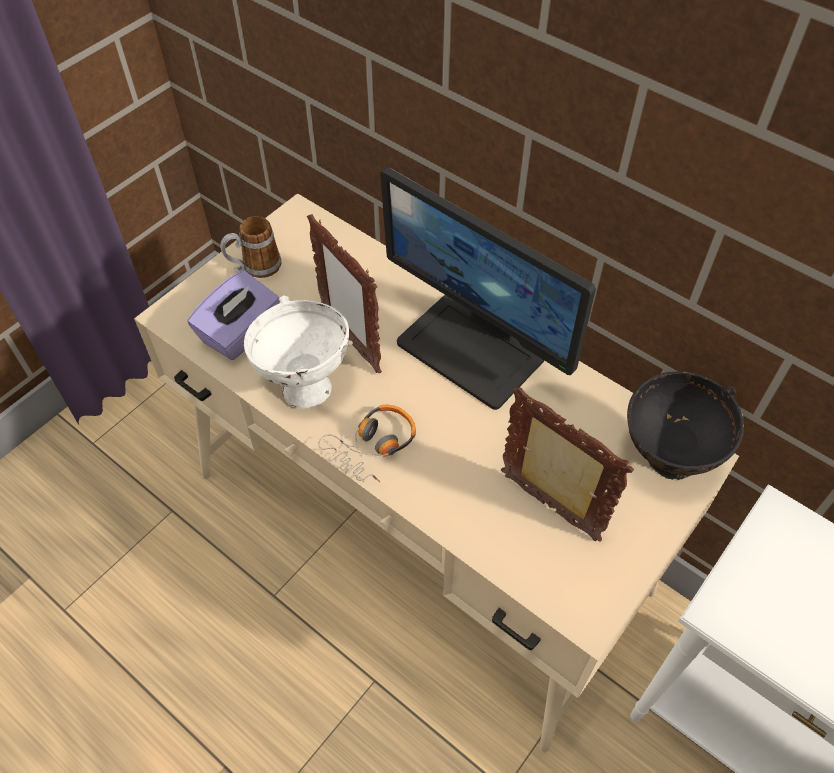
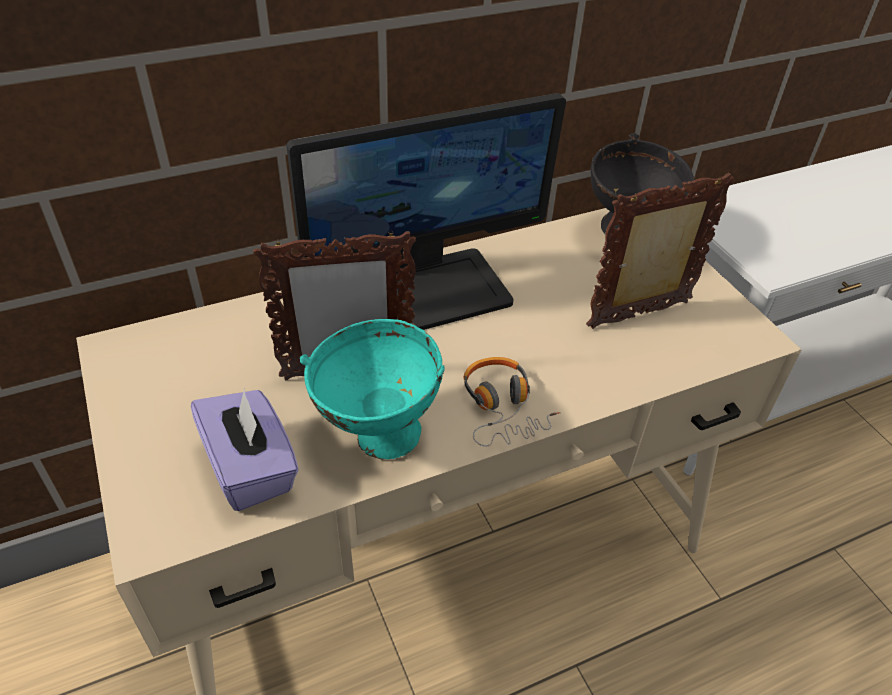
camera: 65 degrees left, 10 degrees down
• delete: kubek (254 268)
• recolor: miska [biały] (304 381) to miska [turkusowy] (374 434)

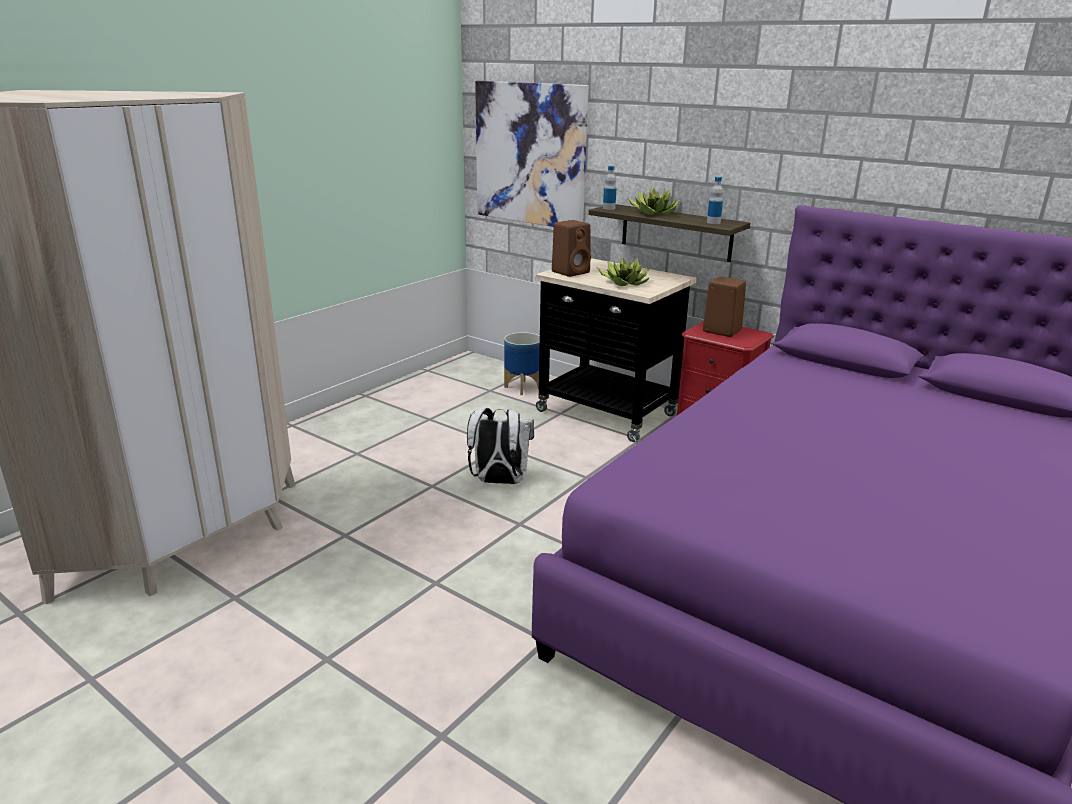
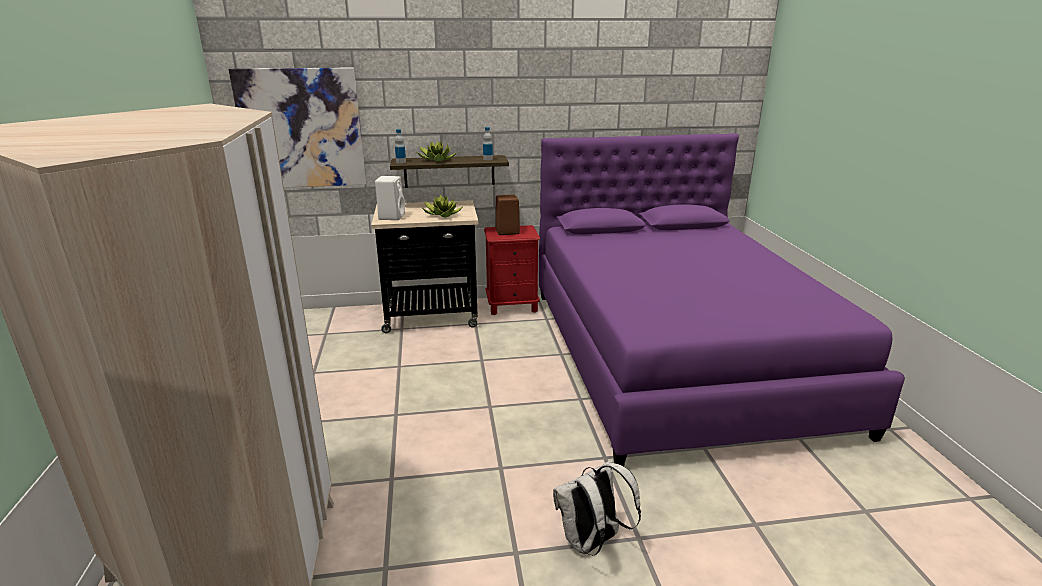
camera: 45 degrees left, 0 degrees up
• recolor: głośnik [brązowy] (571 272) to głośnik [biały] (391 216)
• delete: donica (523 387)
• move: plecak [biały] (499 481) to (592 542)

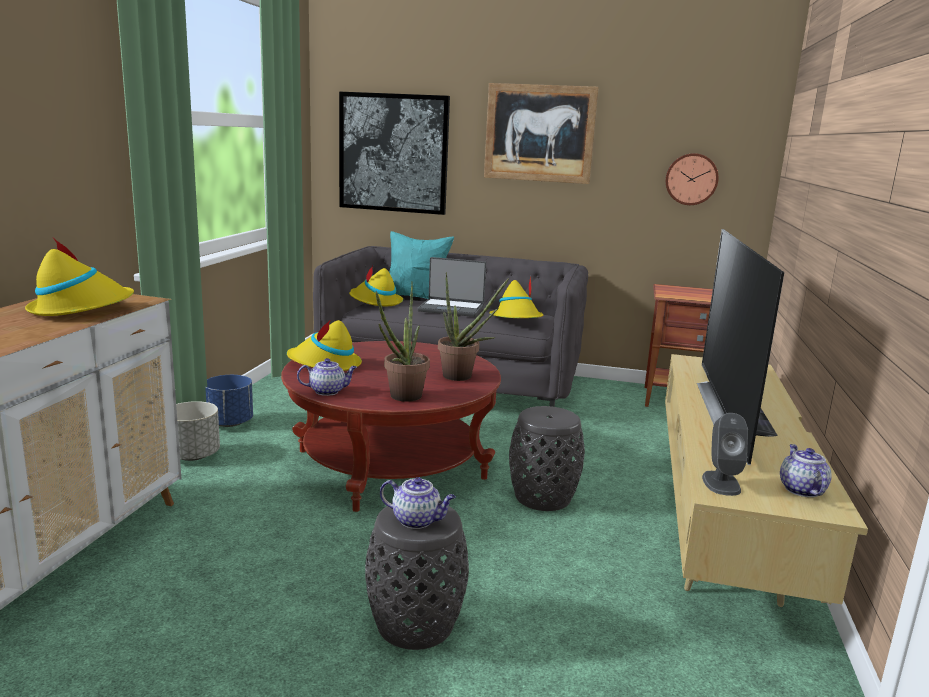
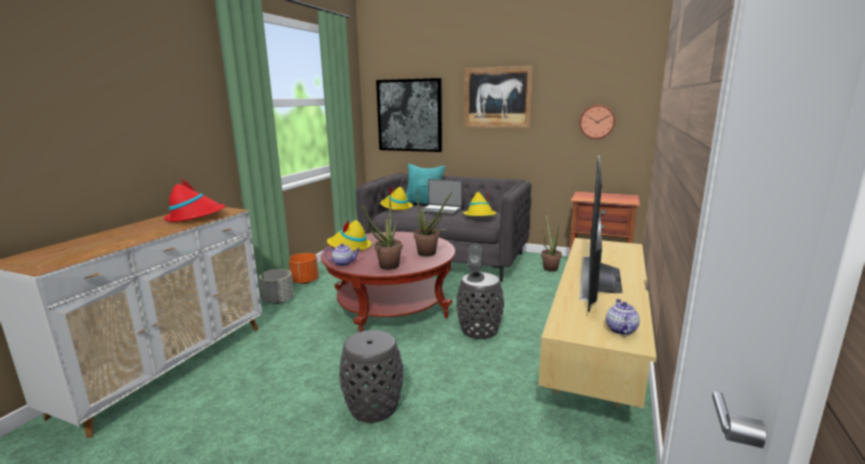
camera: 10 degrees right, 0 degrees up
• recolor: kapelusz [żółty] (81 308) to kapelusz [czerwony] (195 217)
• recolor: donica [niebieski] (230 423) to donica [pomarańczowy] (305 281)
• move: głośnik [szary] (721 483) to (475 277)
• delete: imbryk (417 520)
• insert: roślina doniczkowa (549 267)

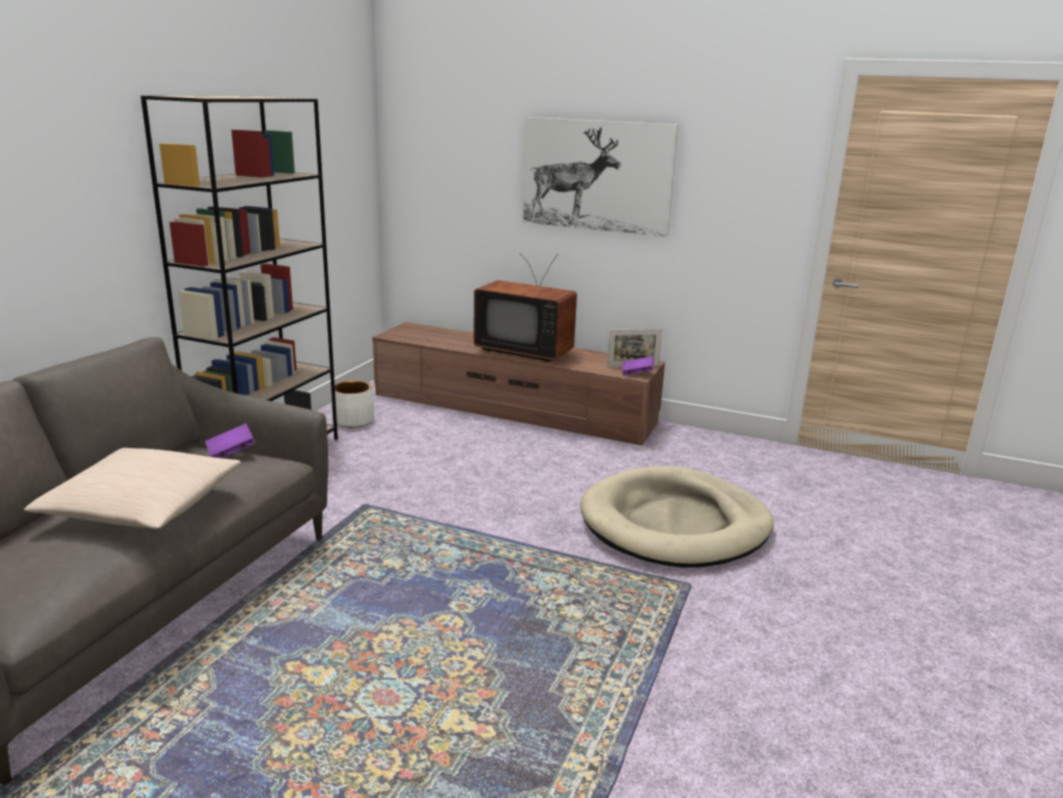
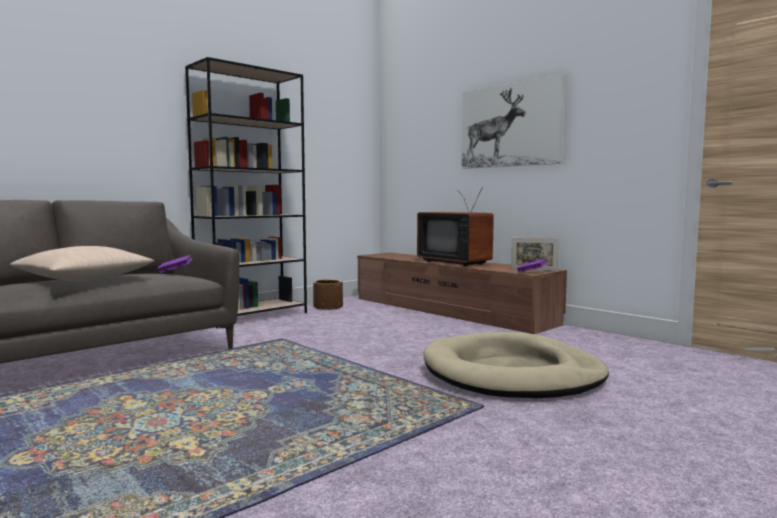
camera: 25 degrees right, 15 degrees down
• recolor: donica [biały] (353 420) to donica [brązowy] (328 307)

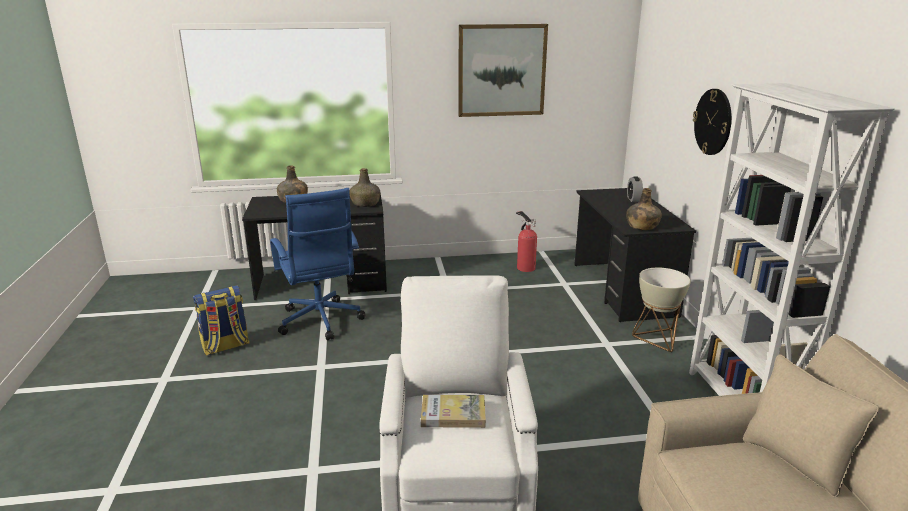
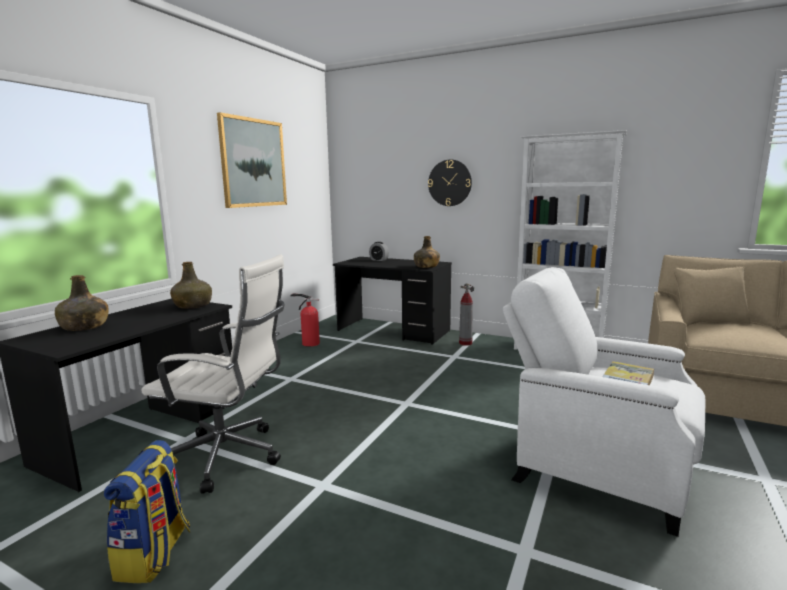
camera: 55 degrees left, 10 degrees down
• recolor: krzesło biurowe [niebieski] (321 322) to krzesło biurowe [biały] (229 457)
• replace: donica (656 338) to gaśnica (465 343)

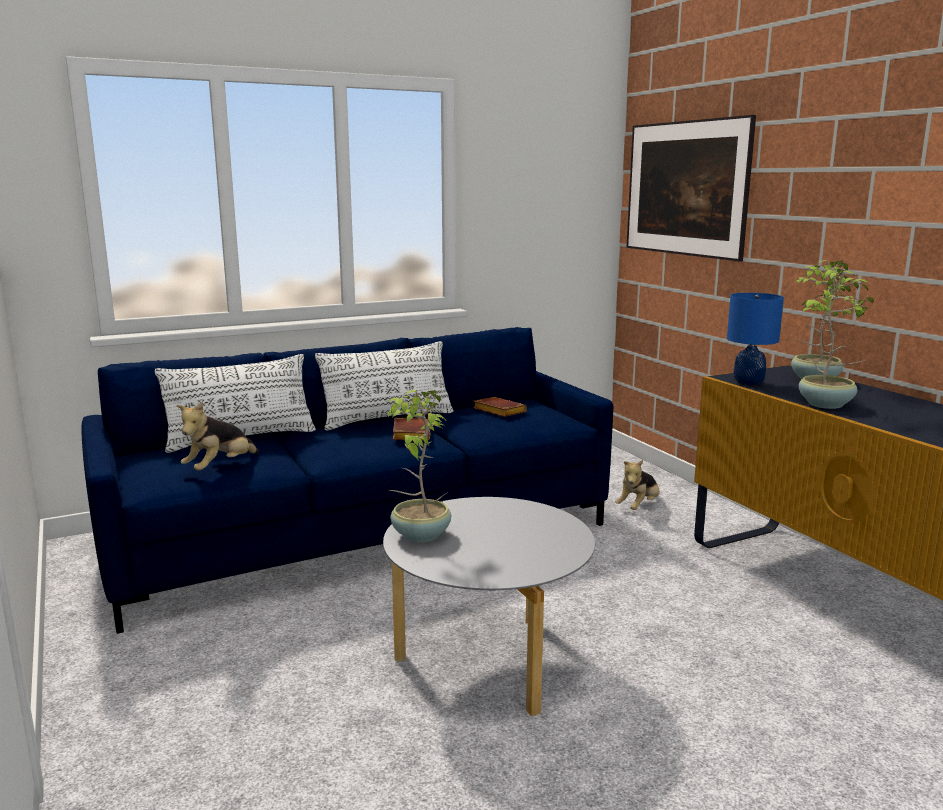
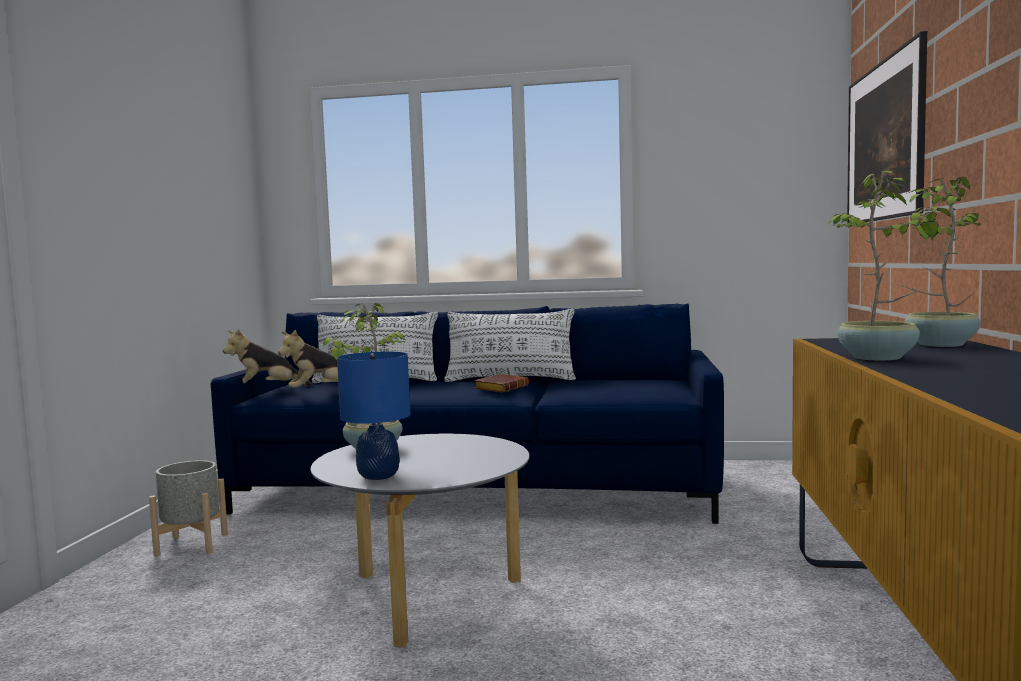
camera: 35 degrees right, 10 degrees down
• move: lampa stołowa [niebieski] (749 383) to (380 477)
• delete: książka [brązowy] (497 411)
• move: pluszak (638 507) to (267 389)
• insert: donica [szary] (191 544)

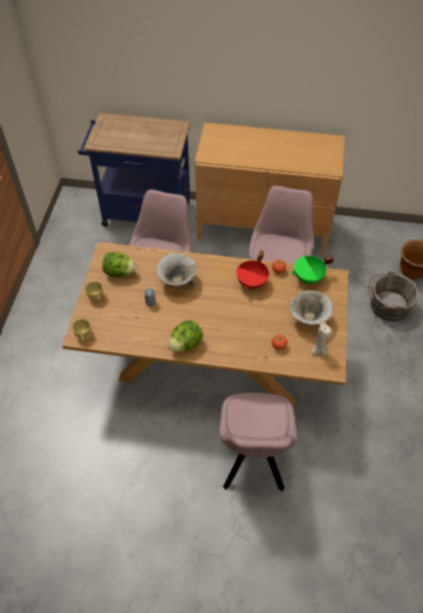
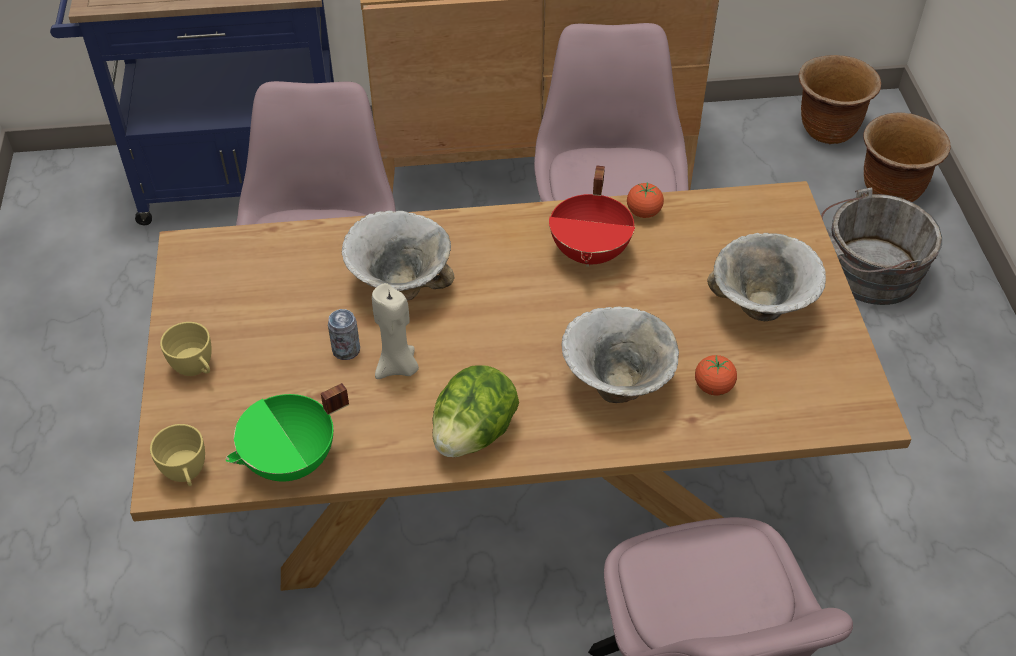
camera: 15 degrees left, 5 degrees down
• delete: sałata (119 272)
• move: garnek [zielony] (308 278) to (292 462)
• move: świeca [beżowy] (319 351) to (398 367)
• insert: donica [brązowy] (827 130)
• insert: miska (617 384)

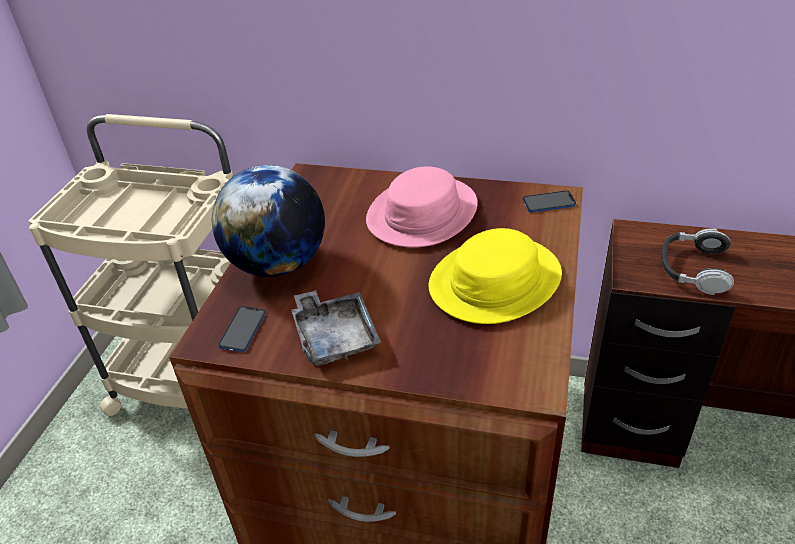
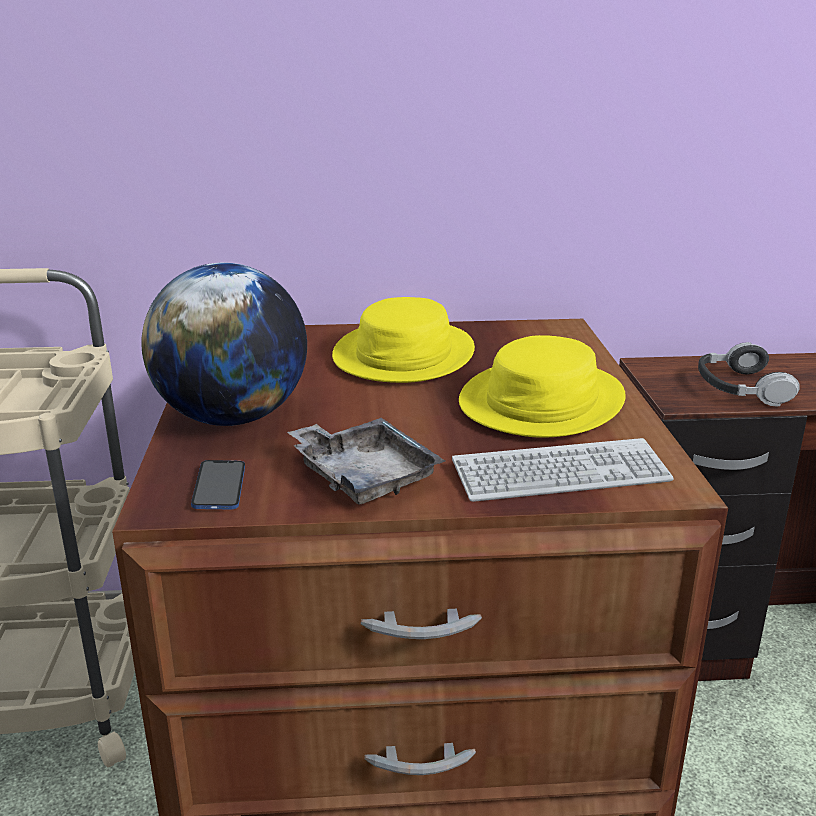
camera: 20 degrees left, 15 degrees down
• recolor: kapelusz [różowy] (422 213) to kapelusz [żółty] (404 354)
• delete: telefon (548 203)
• insert: klawiatura (560 473)

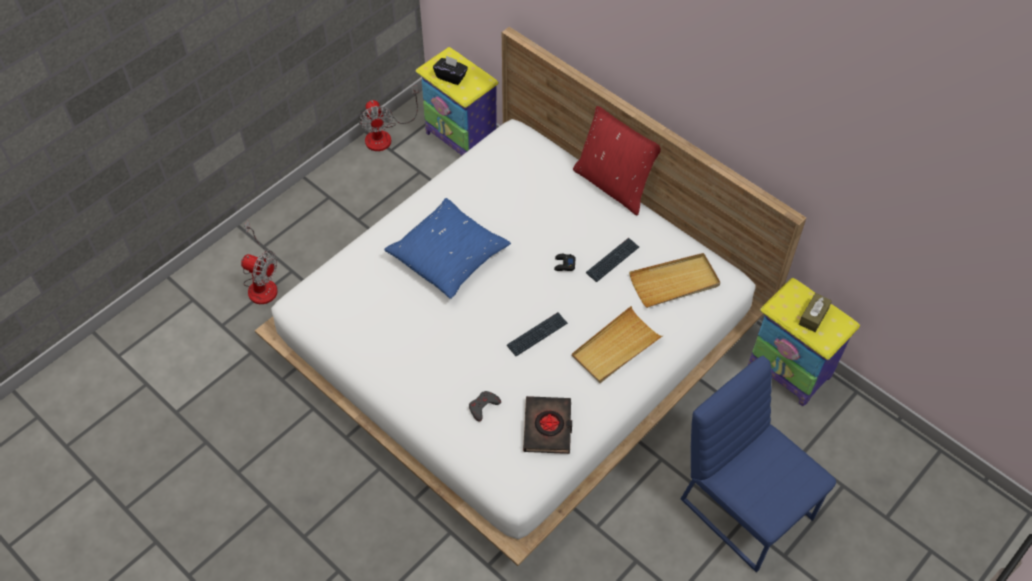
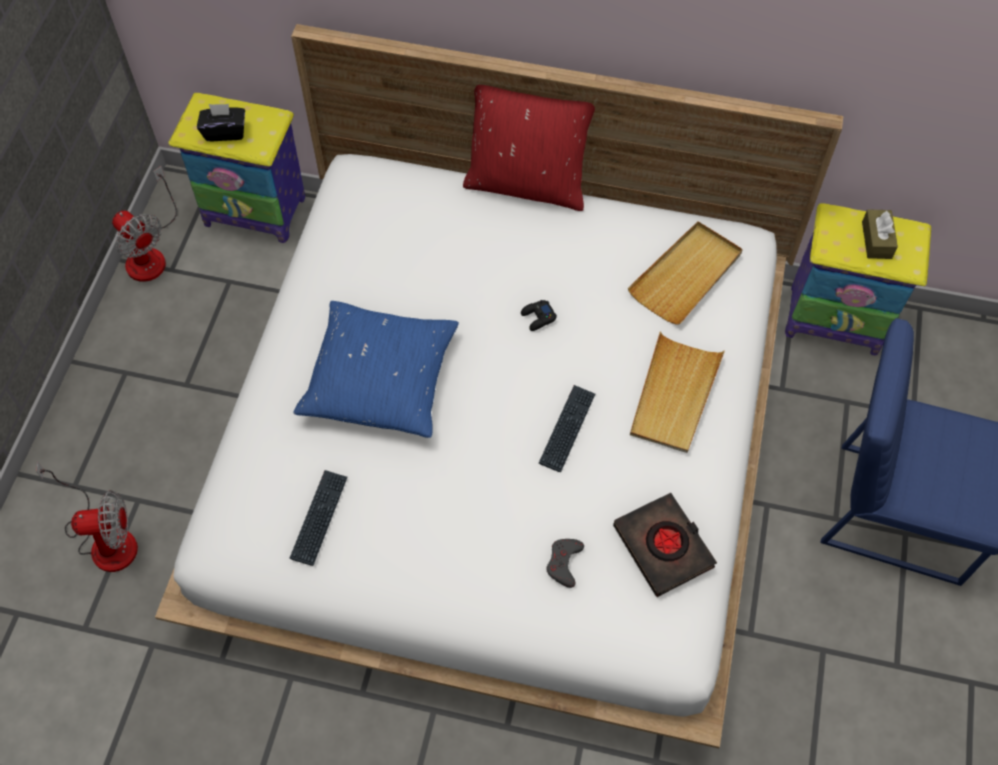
camera: 30 degrees left, 5 degrees up
• move: klawiatura (612 260) to (319 518)

